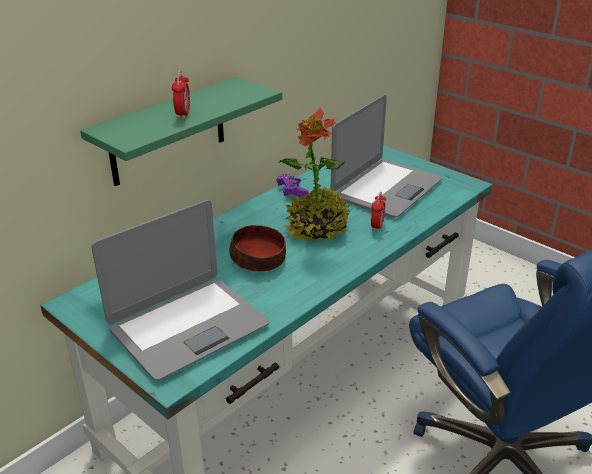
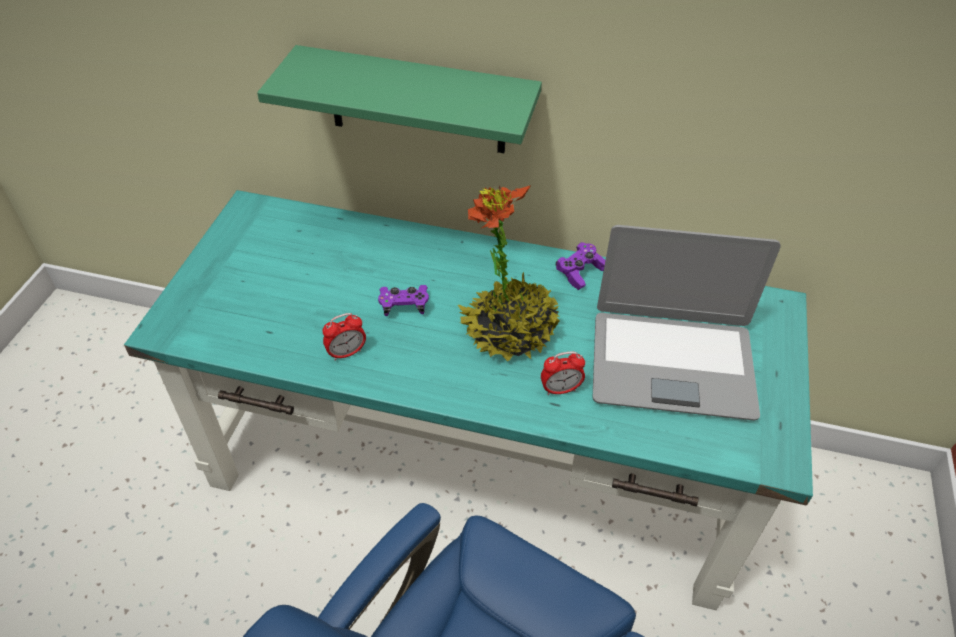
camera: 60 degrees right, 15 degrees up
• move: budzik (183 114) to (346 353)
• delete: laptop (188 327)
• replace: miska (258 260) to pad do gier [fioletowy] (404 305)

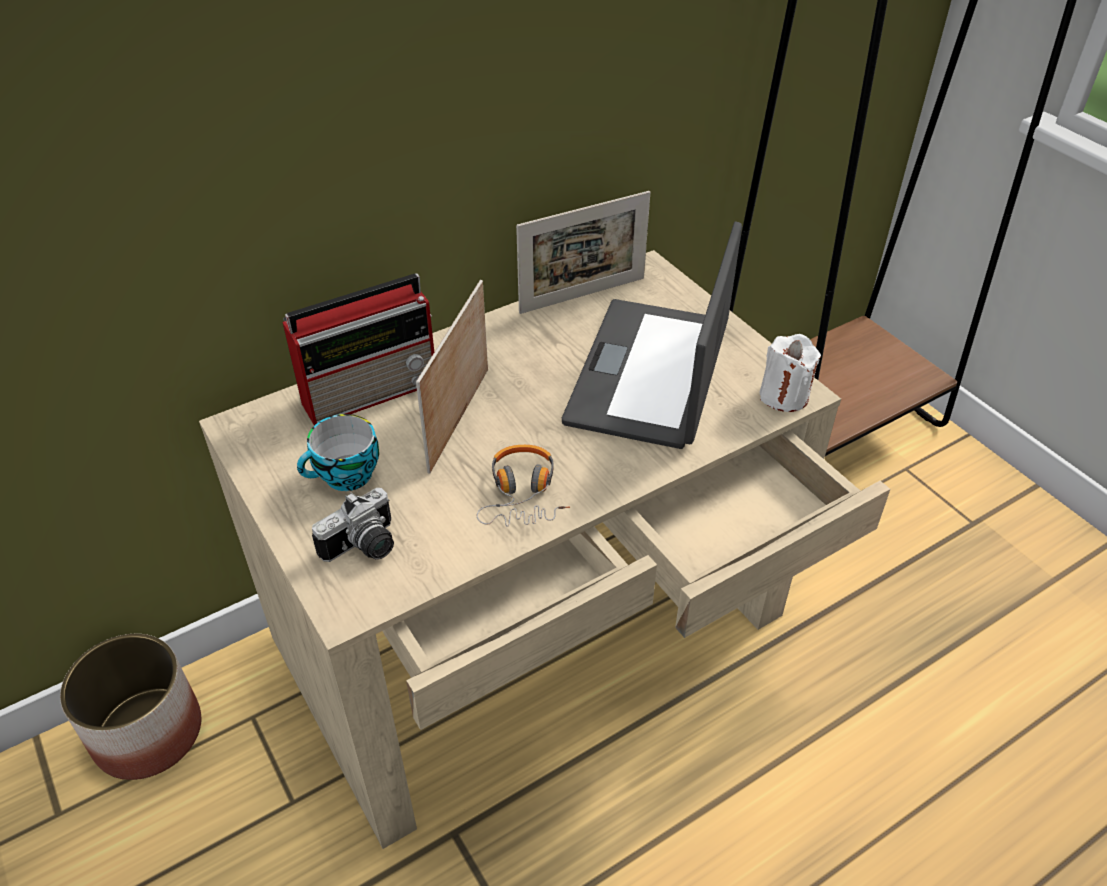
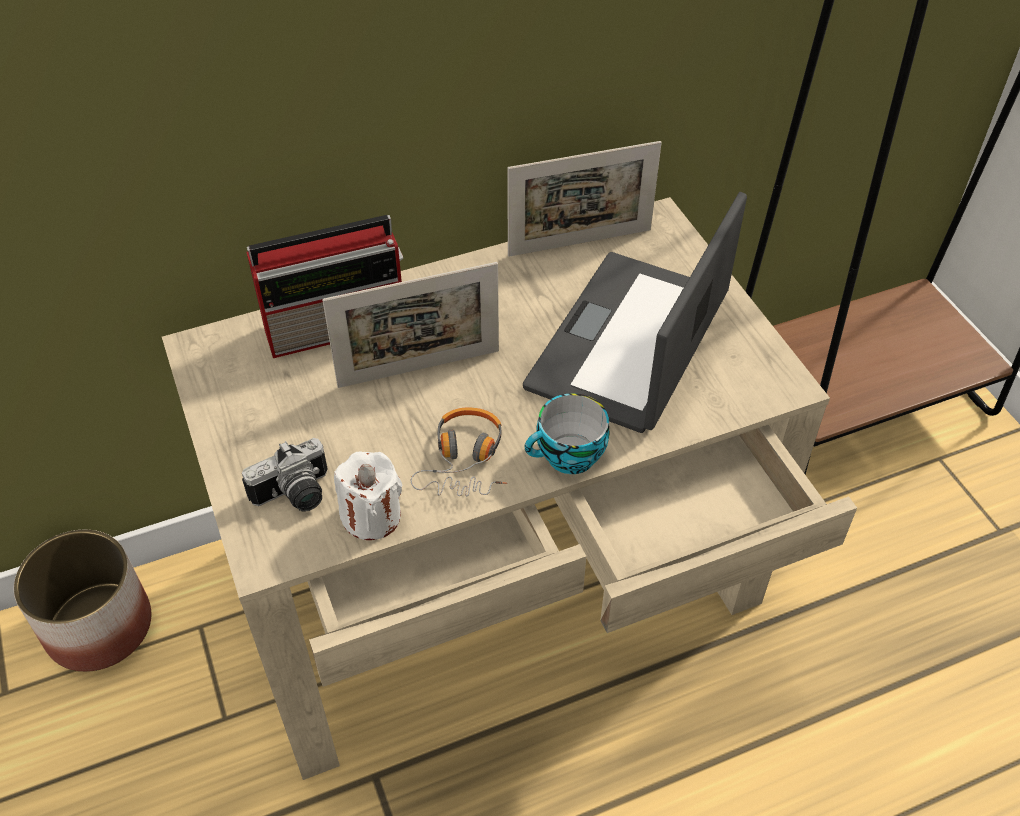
camera: 10 degrees right, 5 degrees up
• rotate: ramka na zdjęcie (459 419) = (419 368) 135 degrees counterclockwise
• move: świeca [biały] (784 396) to (371 516)
• move: filiżanka (346 477) to (568 458)

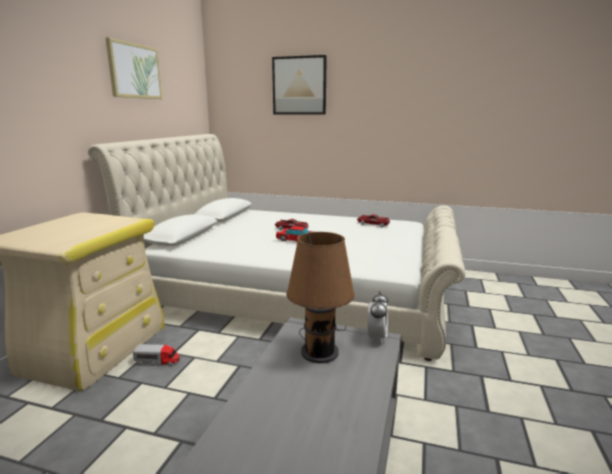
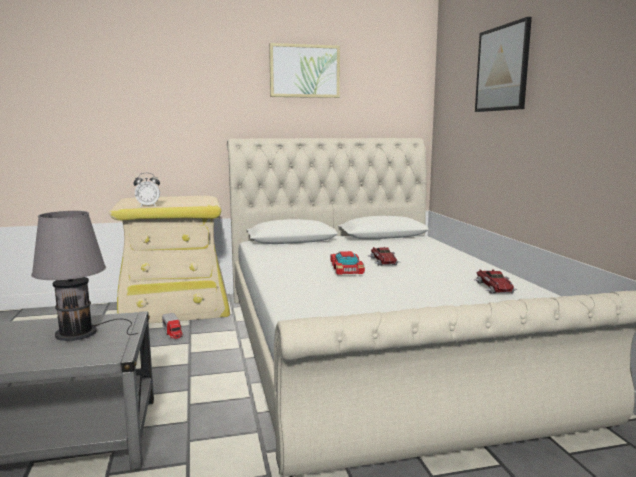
camera: 60 degrees right, 5 degrees down
• recolor: lampa stołowa [brązowy] (319 350) to lampa stołowa [szary] (81 332)
• move: budzik (376 337) to (148 206)

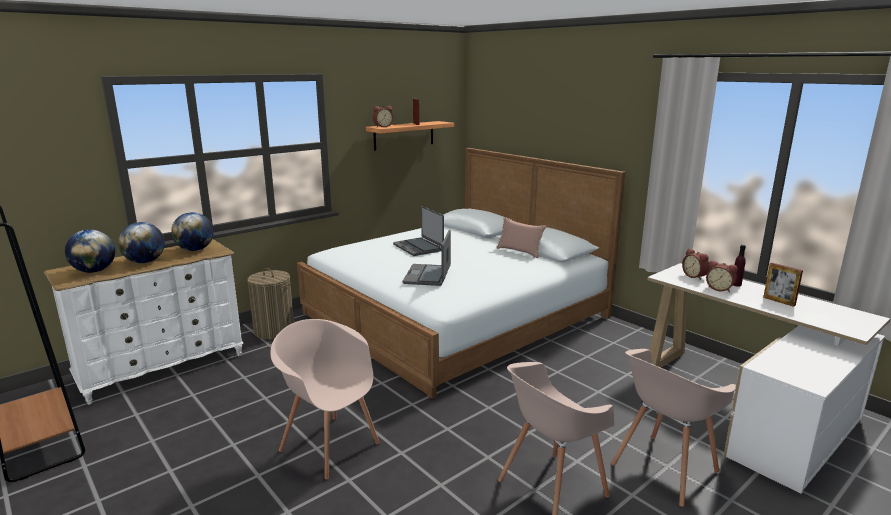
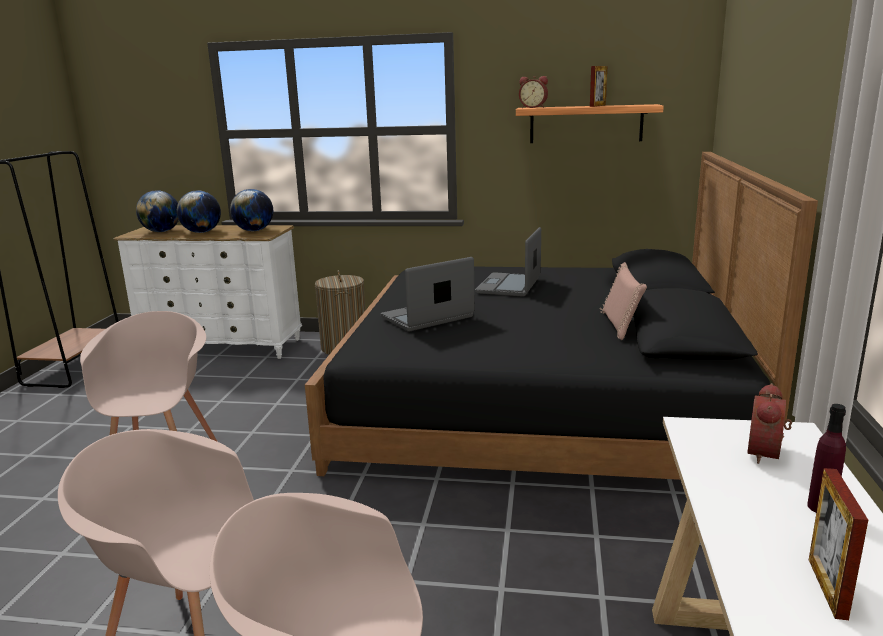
camera: 50 degrees right, 0 degrees up
• recolor: łóżko [biały] (455 315) to łóżko [czarny] (538 401)
• delete: budzik (719 289)

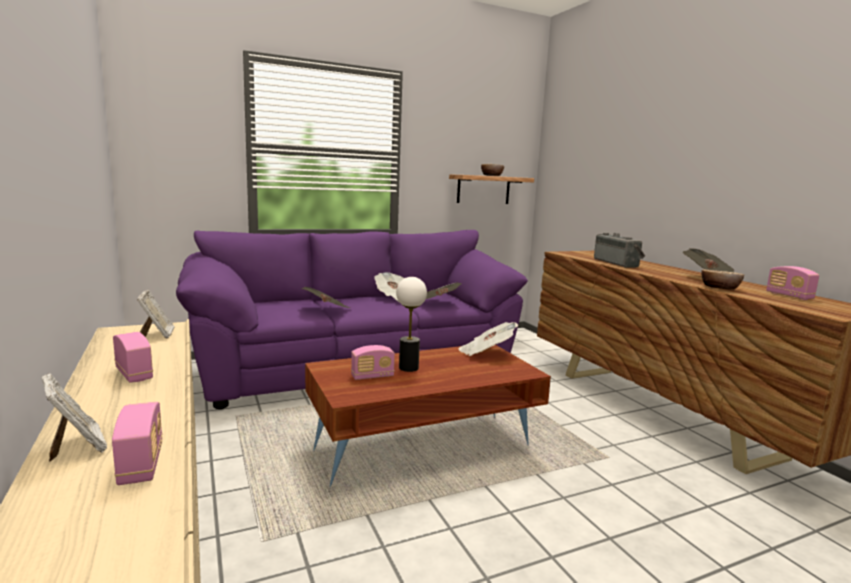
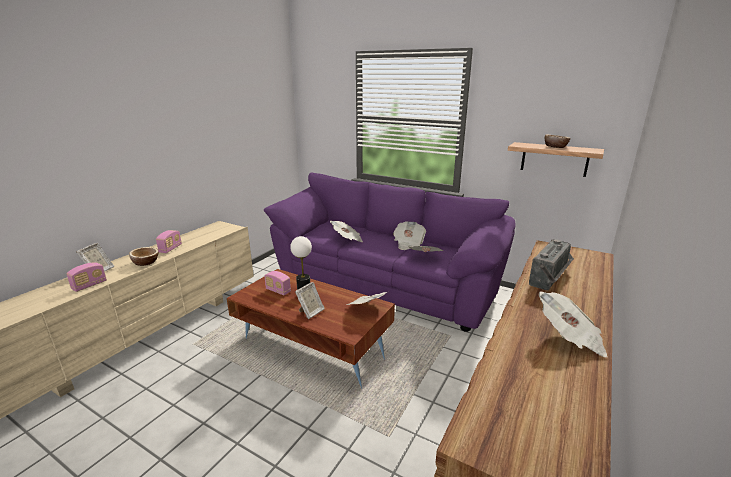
camera: 55 degrees right, 10 degrees up
• delete: radio (789 296)
• move: miska (720 288) to (146 262)
• move: ramka na zdjęcie (157 335) to (310 312)

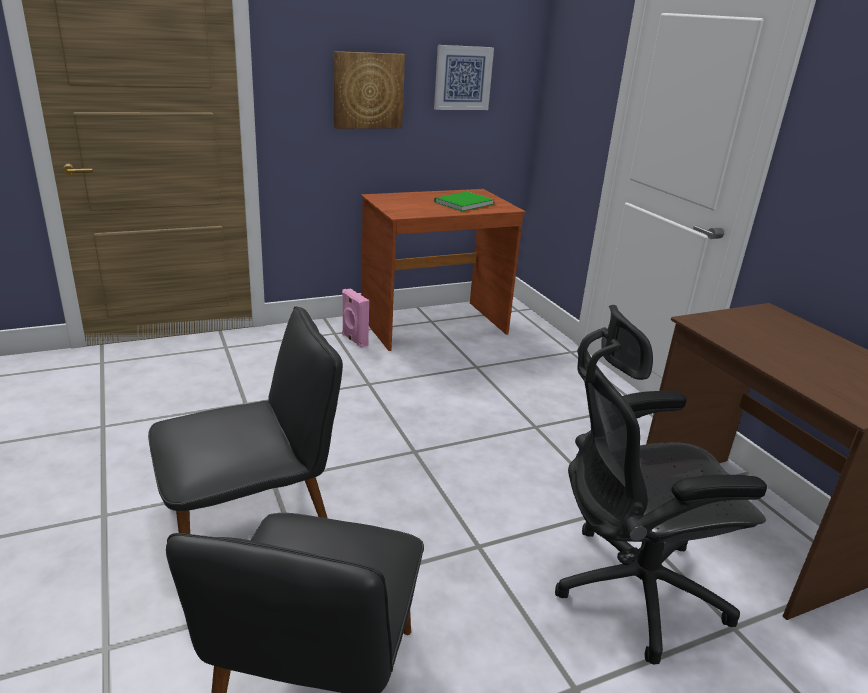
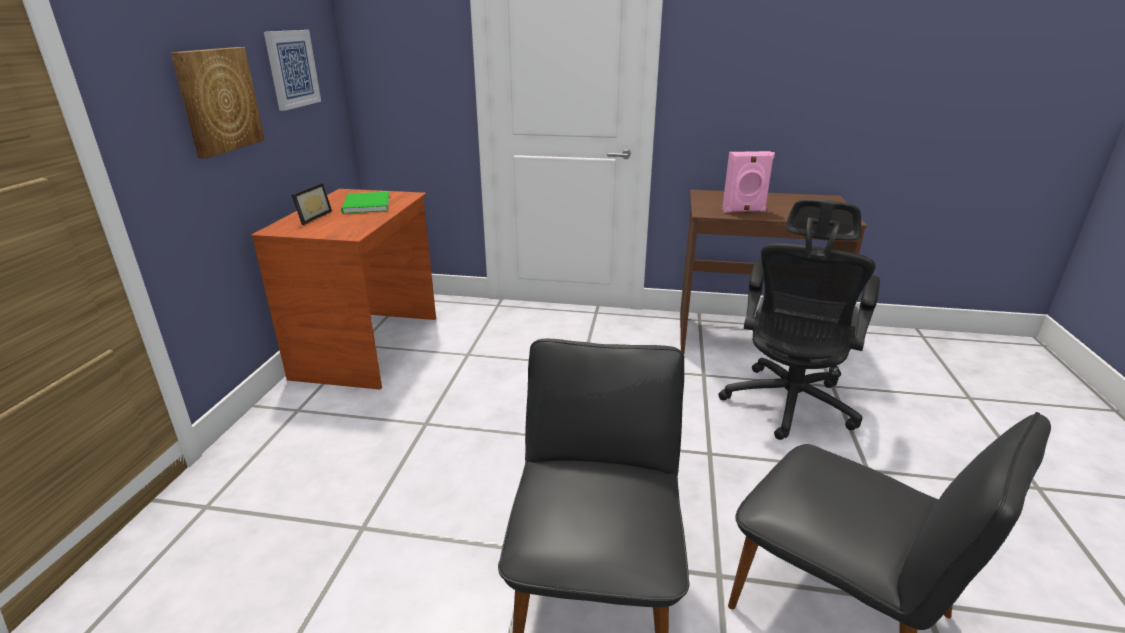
camera: 55 degrees left, 0 degrees up
• move: głośnik [różowy] (354 340) to (744 211)
• insert: ramka na zdjęcie (311 217)

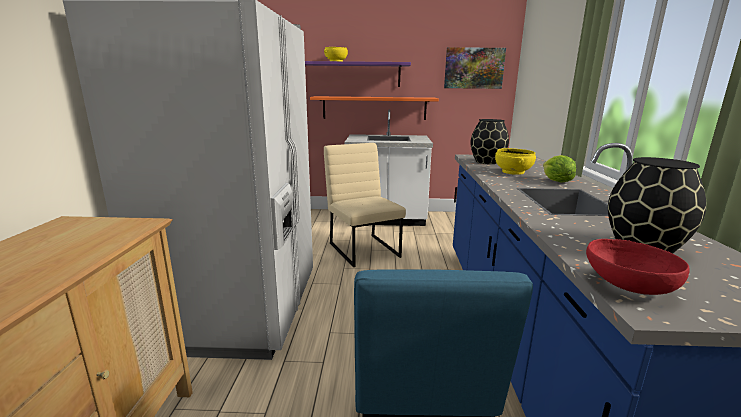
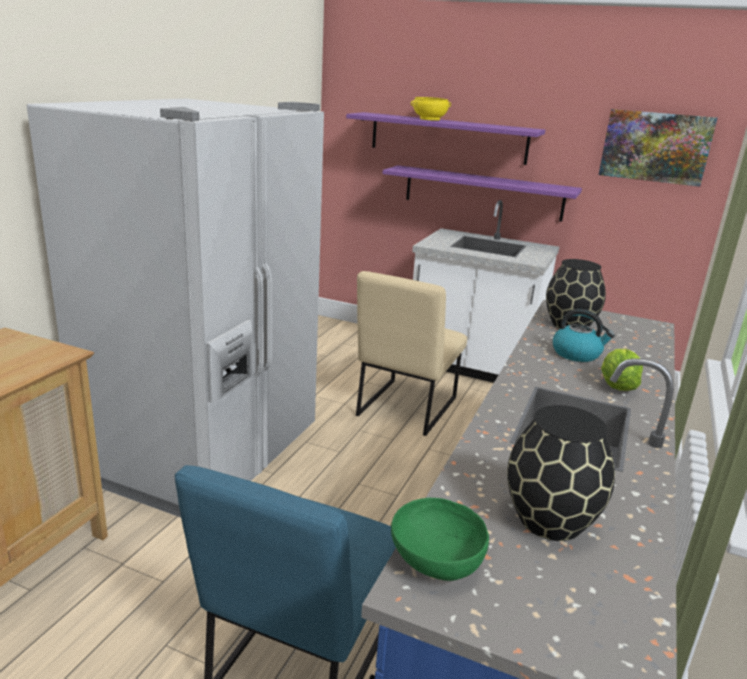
camera: 20 degrees right, 5 degrees up
• recolor: półka [pomarańczowy] (374 108) to półka [fioletowy] (483 193)
• rotate: krzesło [beżowy] (363 249) = (405 407) 150 degrees counterclockwise
• replace: miska [żółty] (512 172) to czajnik (577 354)
• recolor: miska [czerwony] (626 286) to miska [zielony] (435 560)

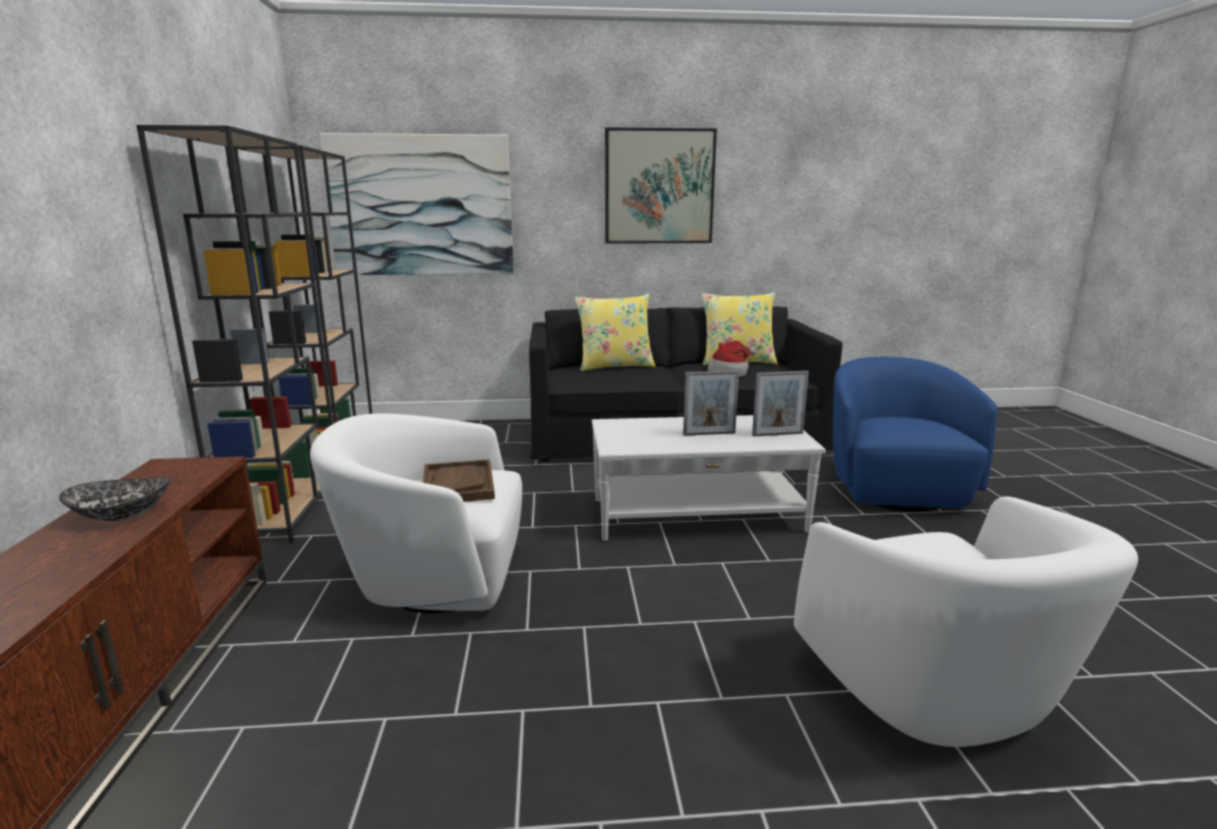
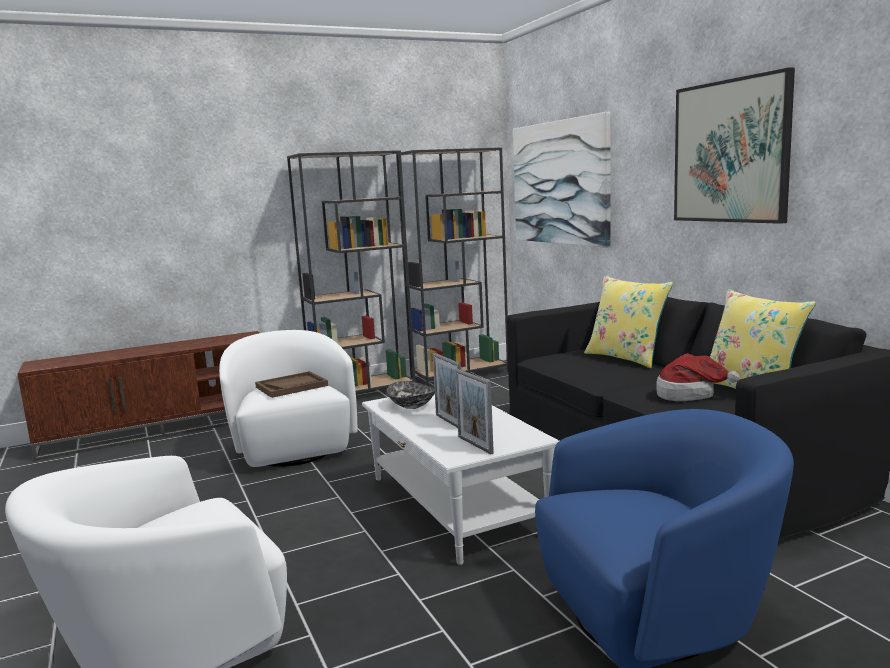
camera: 70 degrees right, 5 degrees down
• move: miska (122 515) to (411 406)

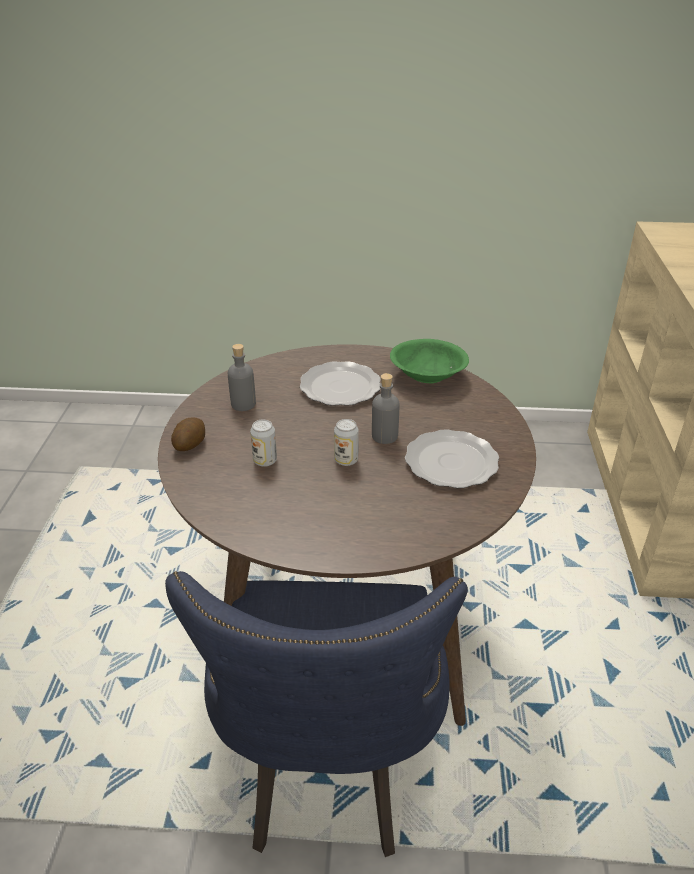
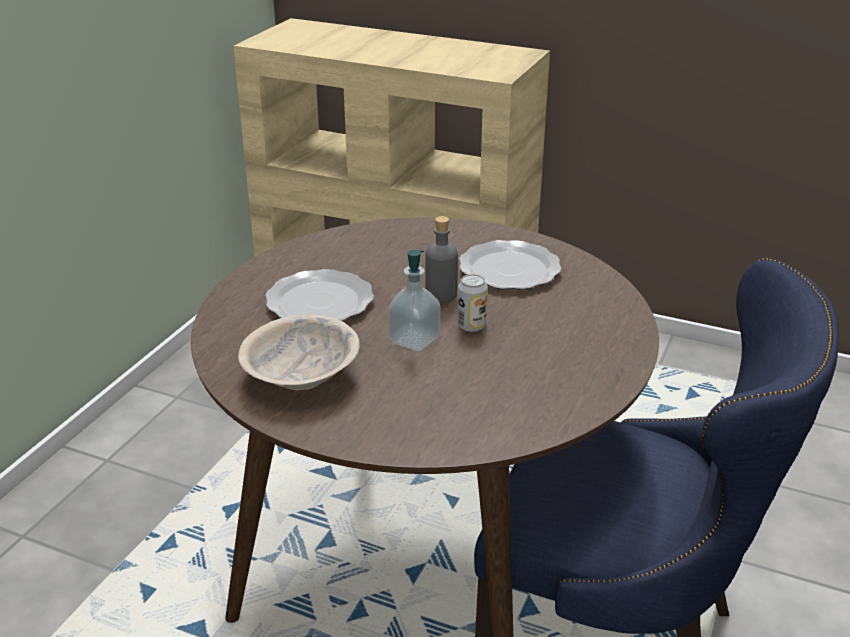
camera: 70 degrees left, 5 degrees down
• delete: miska [zielony] (427 376)
• replace: butelka [szary] (243 404) to miska [beżowy] (302 376)
• delete: ziemniak (190 444)
• delete: puszka (265 461)
• insert: dozownik mydła (414 340)

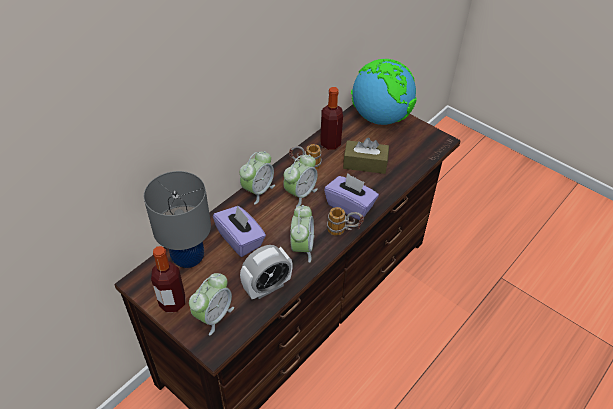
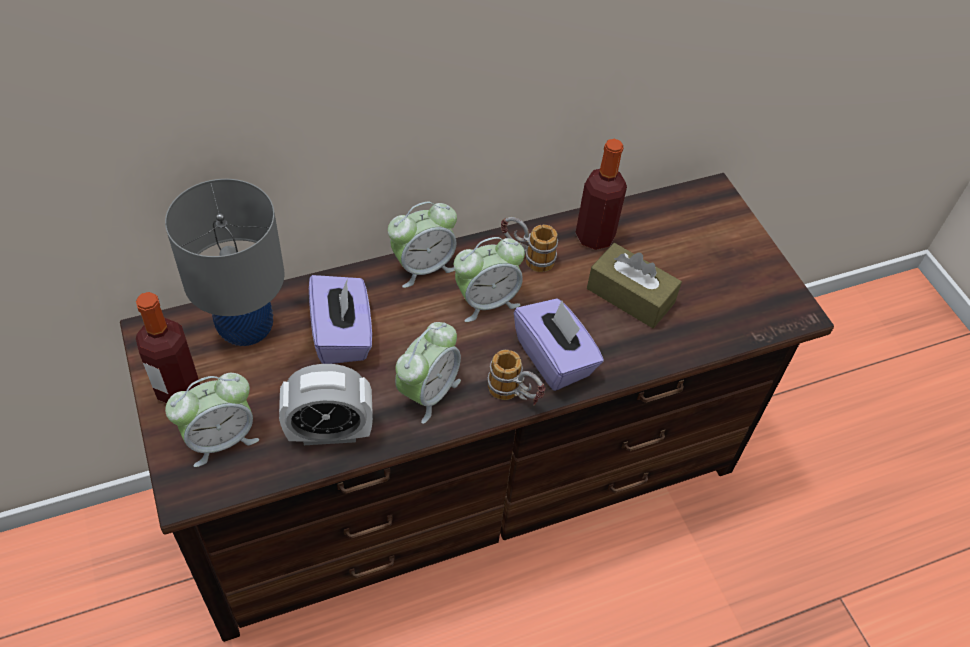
camera: 25 degrees right, 5 degrees up
• delete: globus (380 118)

